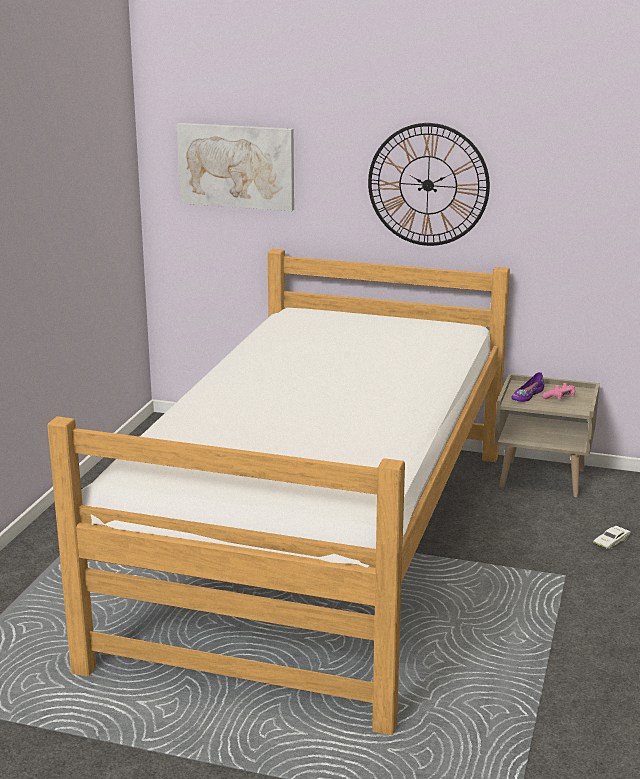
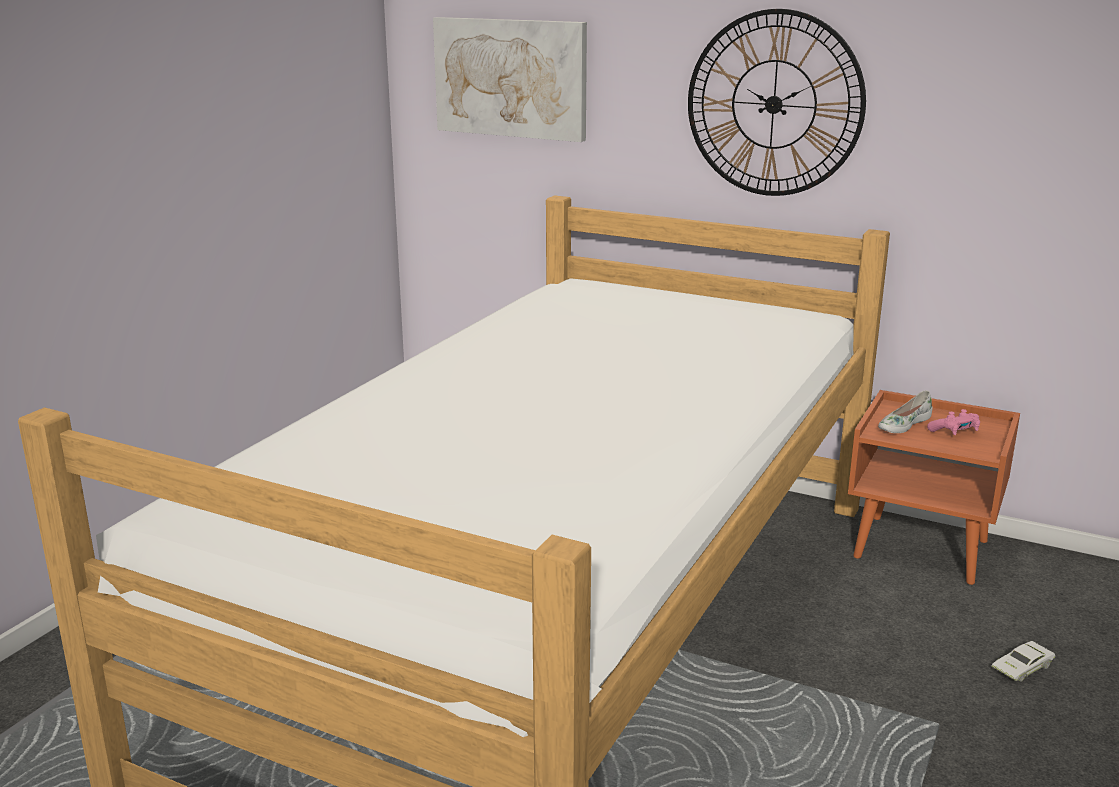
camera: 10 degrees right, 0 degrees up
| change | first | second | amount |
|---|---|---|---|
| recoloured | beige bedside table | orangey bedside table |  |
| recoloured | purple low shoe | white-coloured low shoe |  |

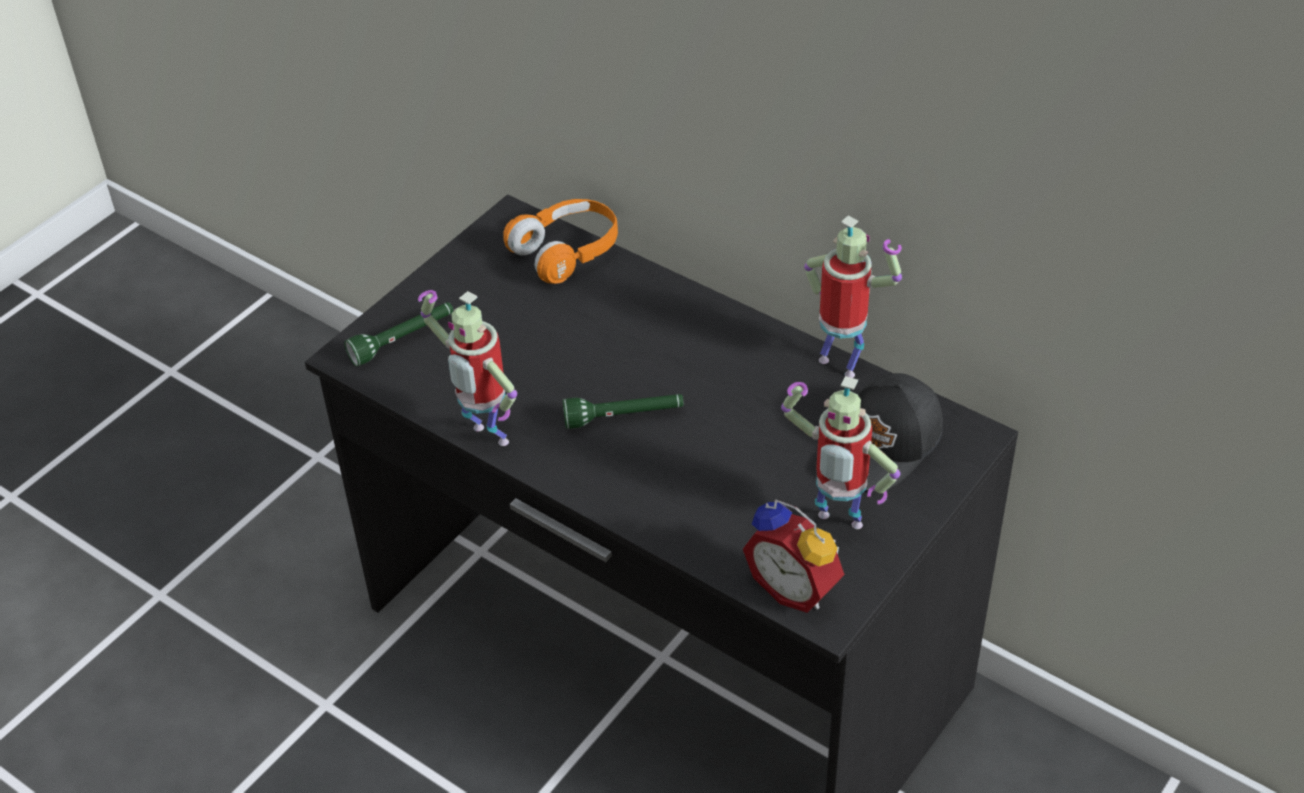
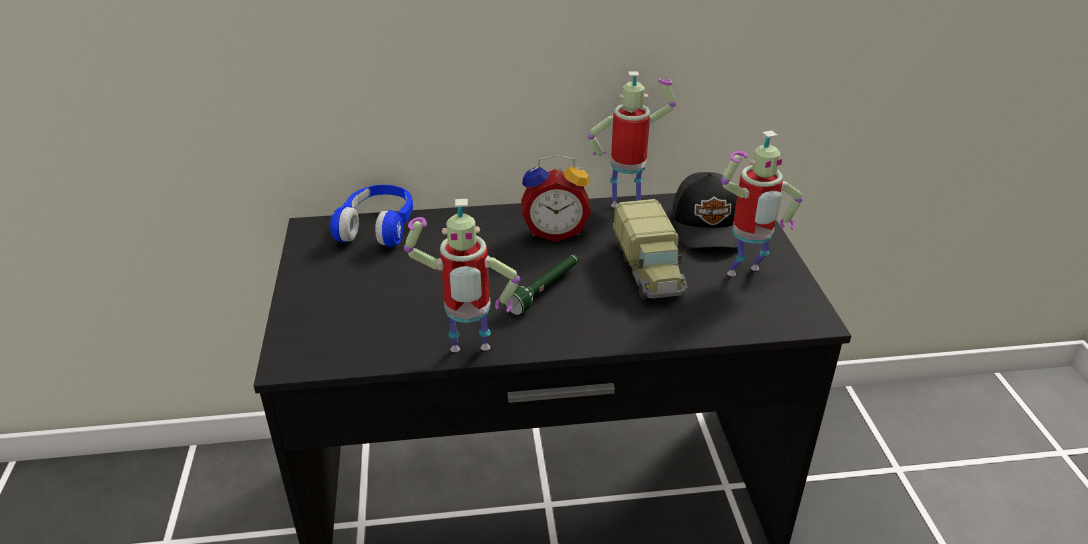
camera: 45 degrees left, 10 degrees down
| change | first | second | amount |
|---|---|---|---|
| removed | green-coloured hand torch (1st from left) |  |  |
| added |  | model truck |  |
| moved | bedside clock |  |  |
| recoloured | orangey pair of headphones | bluish pair of headphones |  |

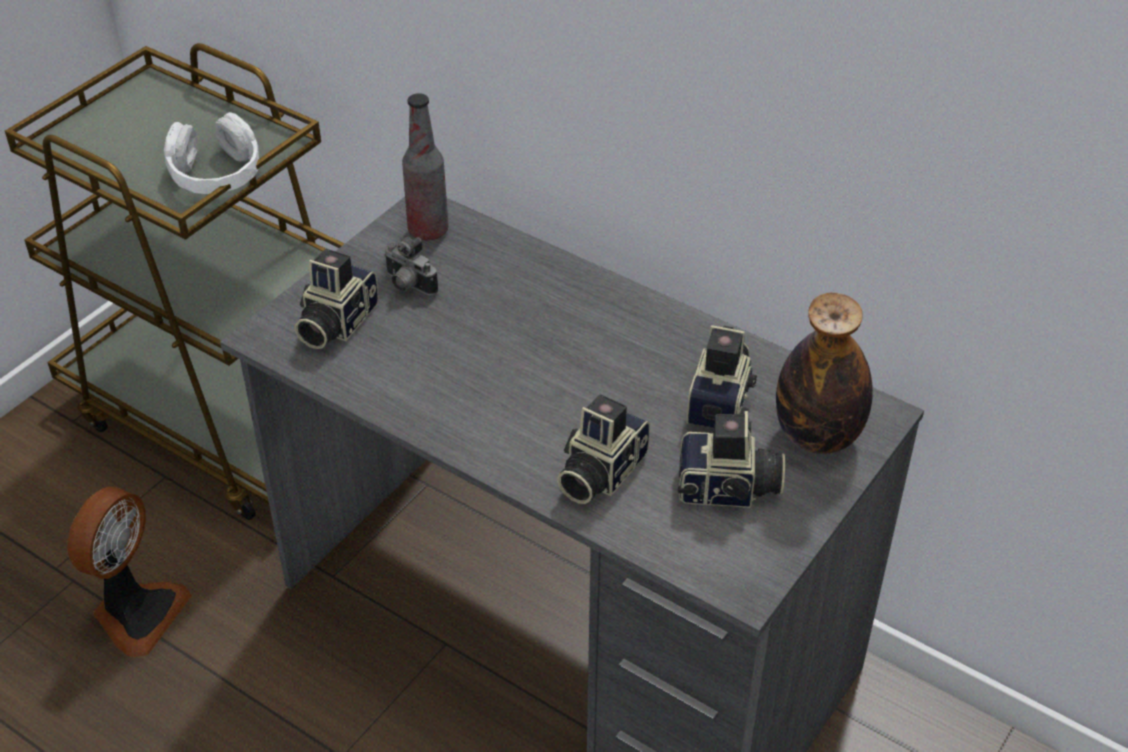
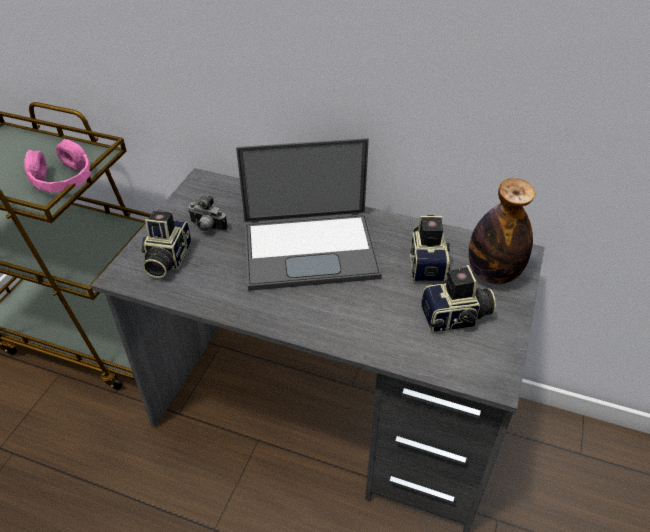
camera: 15 degrees left, 0 degrees up
| change | first | second | amount |
|---|---|---|---|
| removed | electric fan |  |  |
| removed | drink bottle (1st from left) |  |  |
| removed | photo camera (3rd from left) |  |  |
| added |  | notebook computer |  |
| recoloured | white-coloured pair of headphones | pinkish pair of headphones |  |

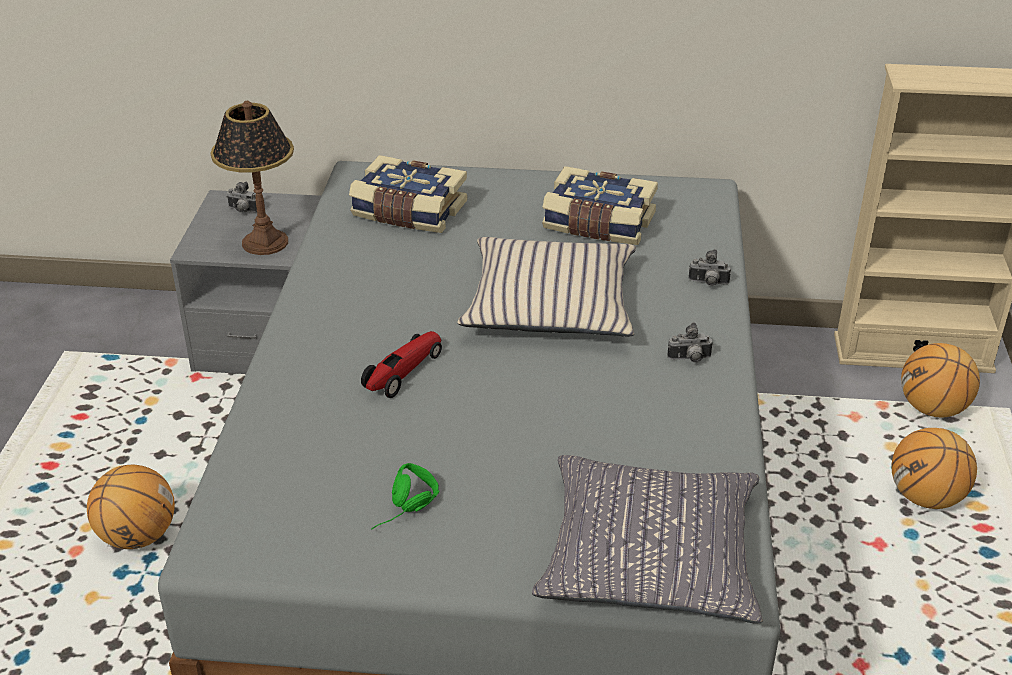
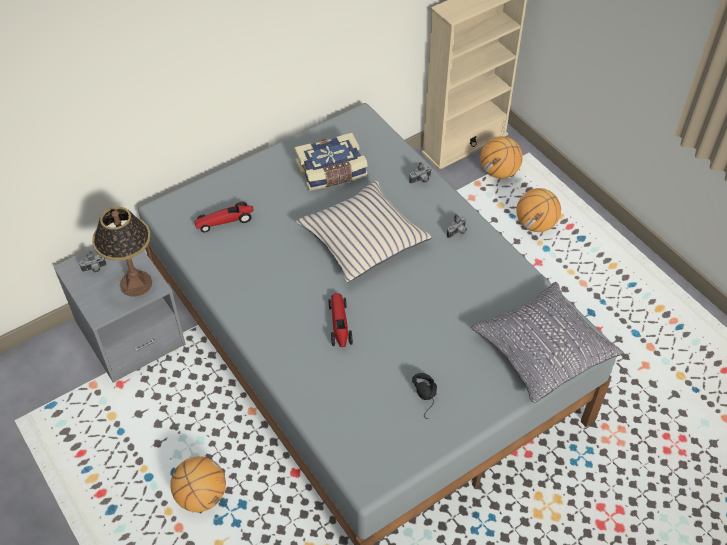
camera: 40 degrees left, 15 degrees up
| change | first | second | amount |
|---|---|---|---|
| replaced | bound book (1st from left) | model car (1st from left) |  |
| recoloured | green-coloured pair of headphones | black pair of headphones |  |

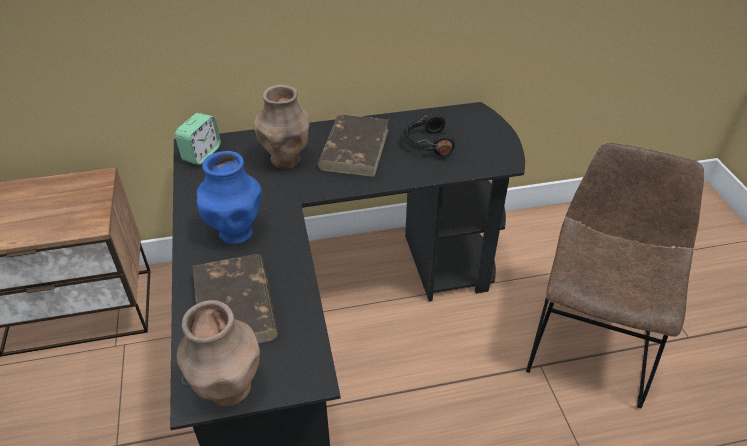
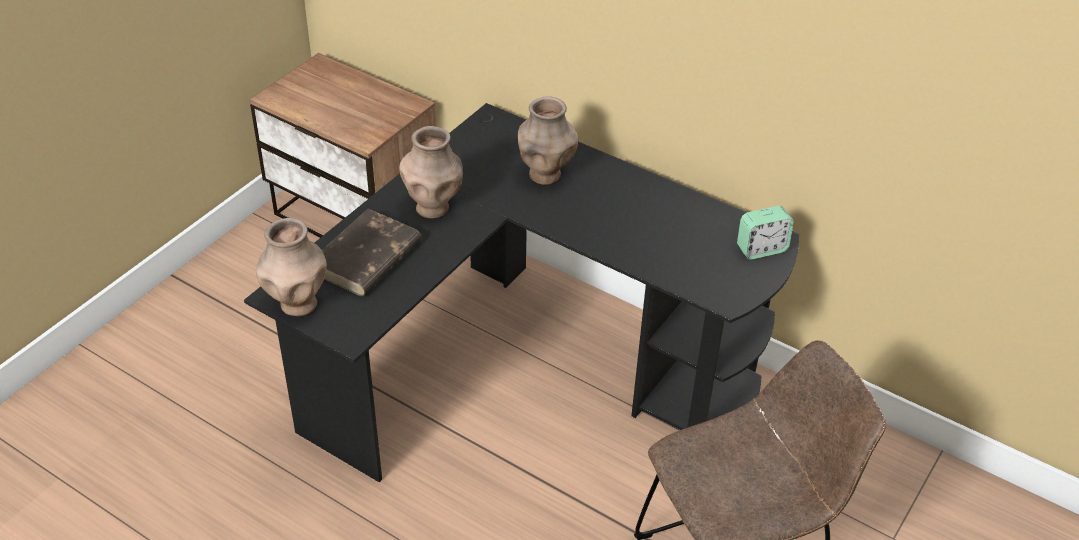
camera: 45 degrees right, 0 degrees up
| change | first | second | amount |
|---|---|---|---|
| removed | brown-coloured bound book (2nd from left) |  |  |
| removed | black pair of headphones |  |  |
| moved | bedside clock |  |  |
| recoloured | bluish flower vase | brown-coloured flower vase (2nd from left) |  |

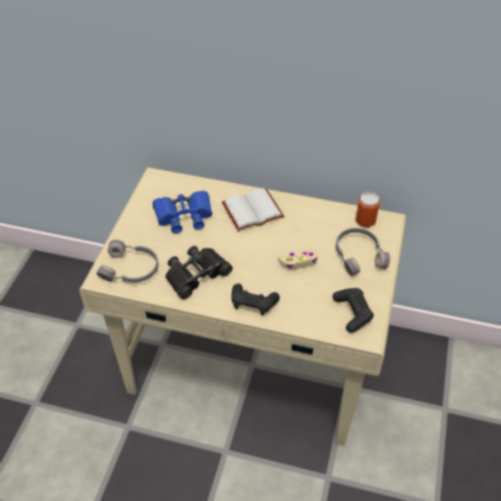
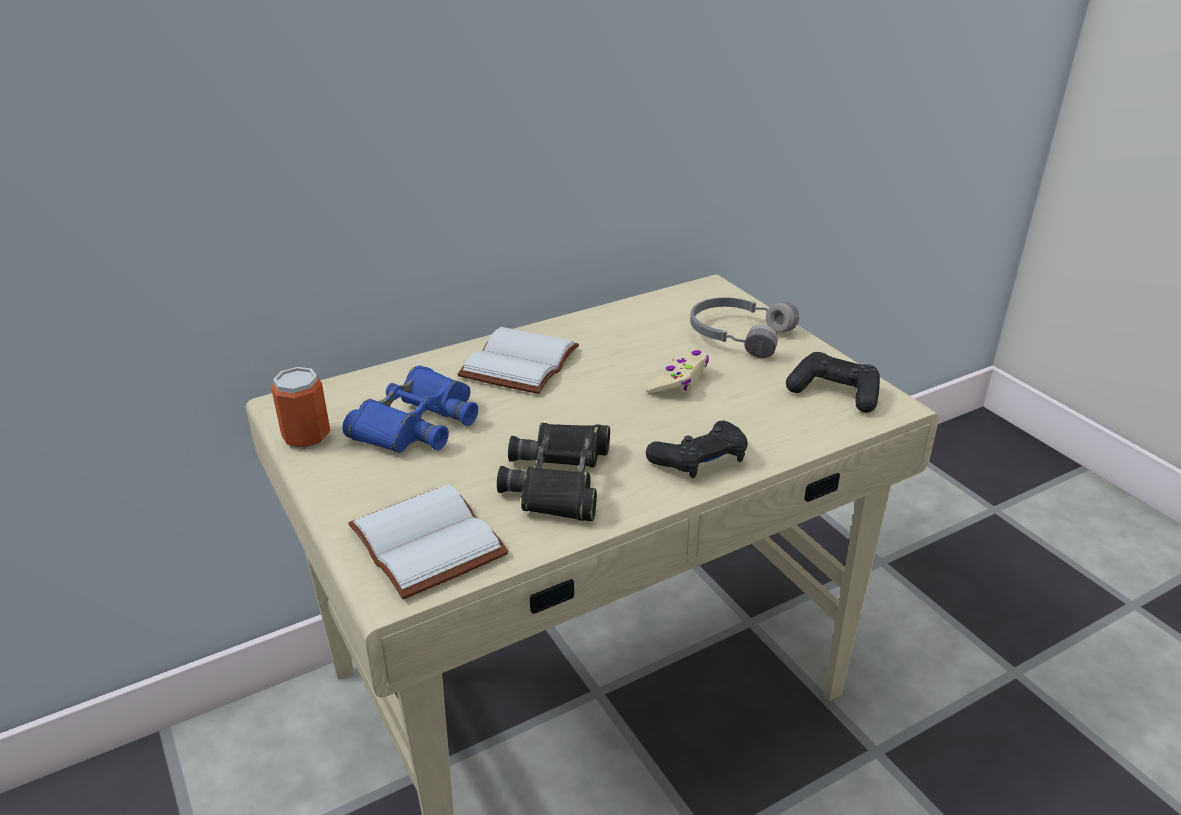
camera: 45 degrees left, 15 degrees down
| change | first | second | amount |
|---|---|---|---|
| moved | metal can |  |  |
| replaced | grey pair of headphones (1st from left) | white-coloured bound book (1st from left) |  |

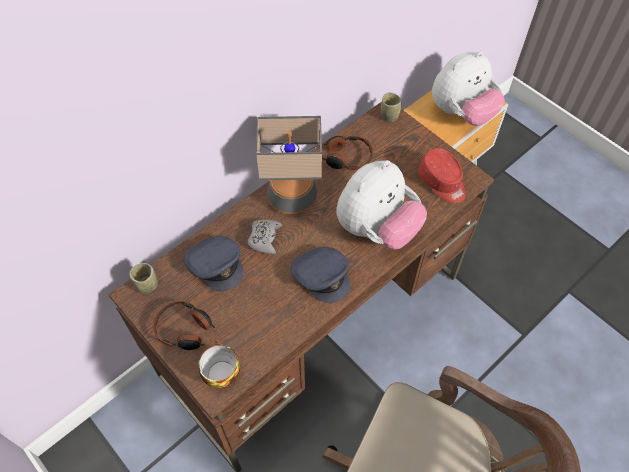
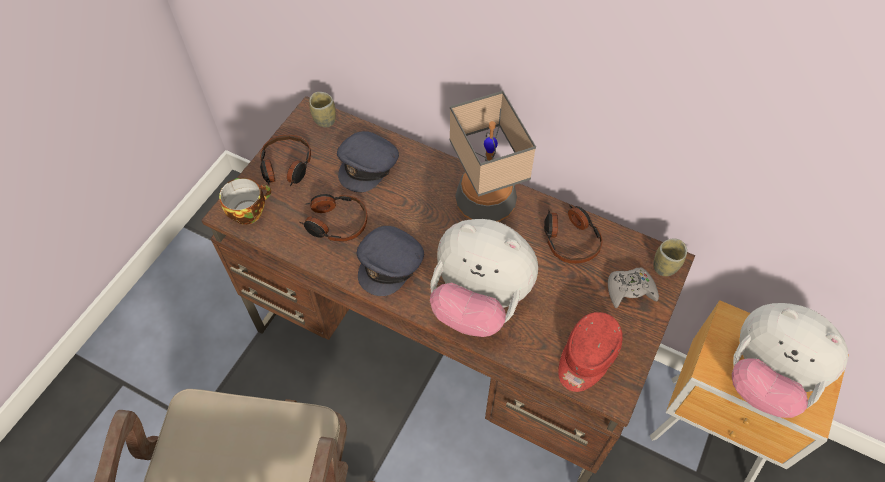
camera: 70 degrees right, 0 degrees up
| change | first | second | amount |
|---|---|---|---|
| added |  | pair of headphones (2nd from left) |  |
| moved | grey joypad |  |  |

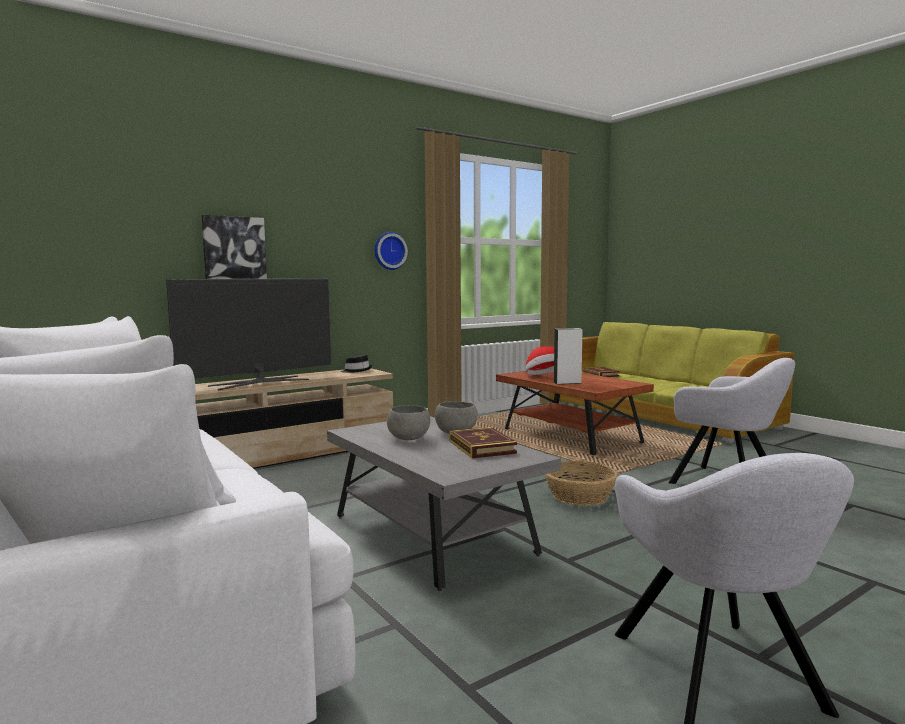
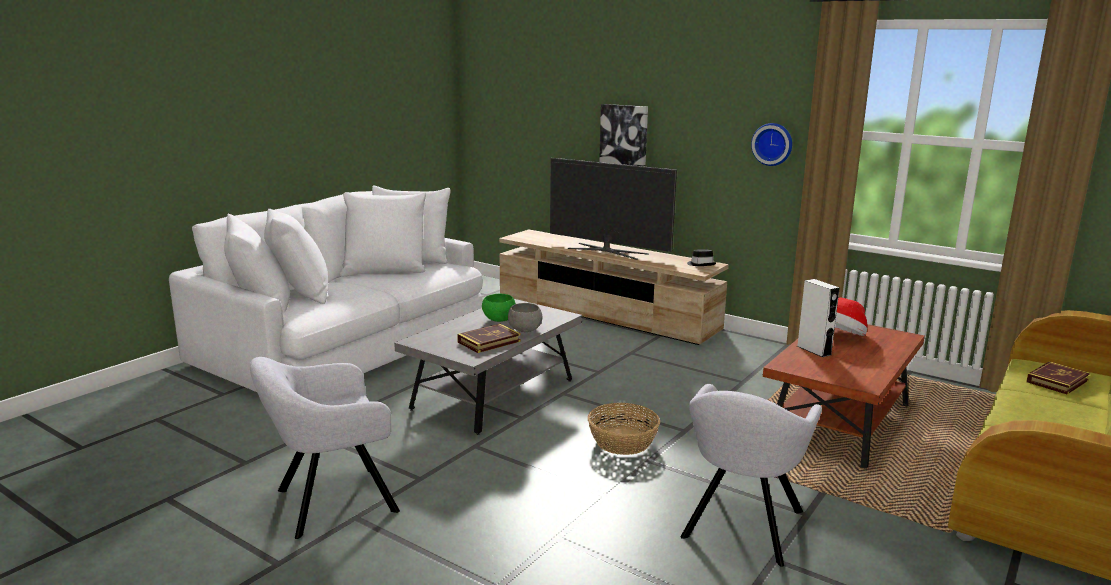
camera: 70 degrees right, 10 degrees up
| change | first | second | amount |
|---|---|---|---|
| recoloured | grey bowl (1st from left) | green-coloured bowl |  |

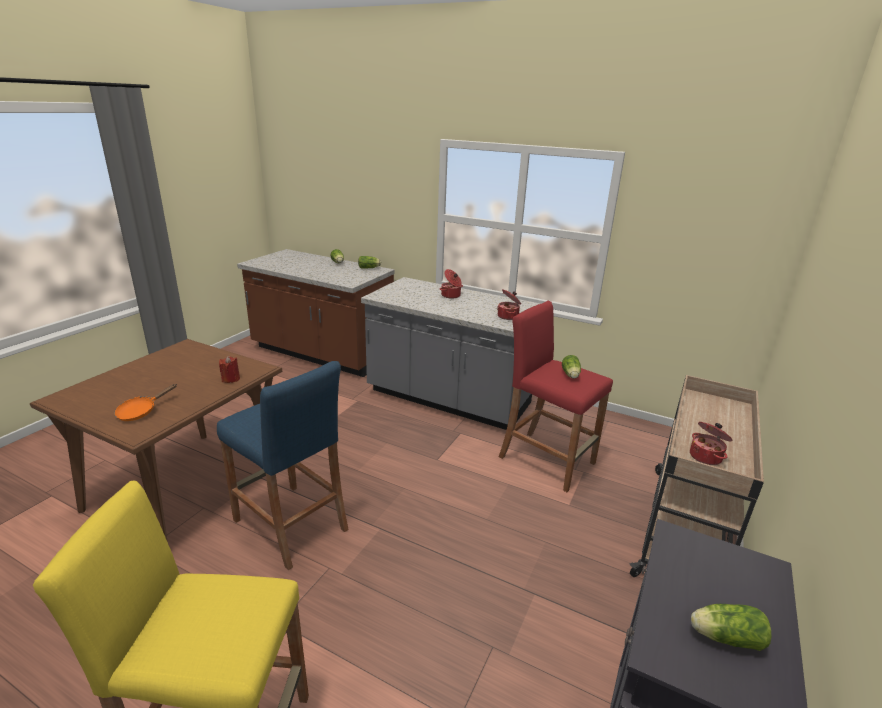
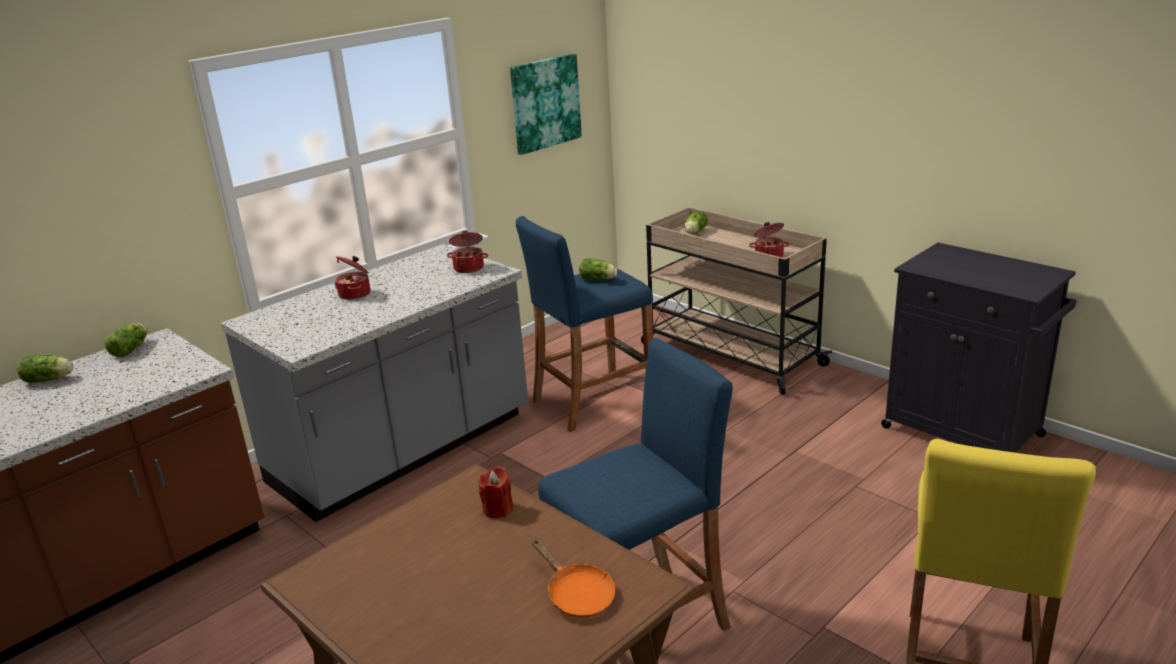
camera: 70 degrees left, 0 degrees up
| change | first | second | amount |
|---|---|---|---|
| added |  | wall picture |  |
| moved | lettuce (4th from left) |  |  |
| recoloured | reddish stool seat | bluish stool seat (1st from left) |  |

